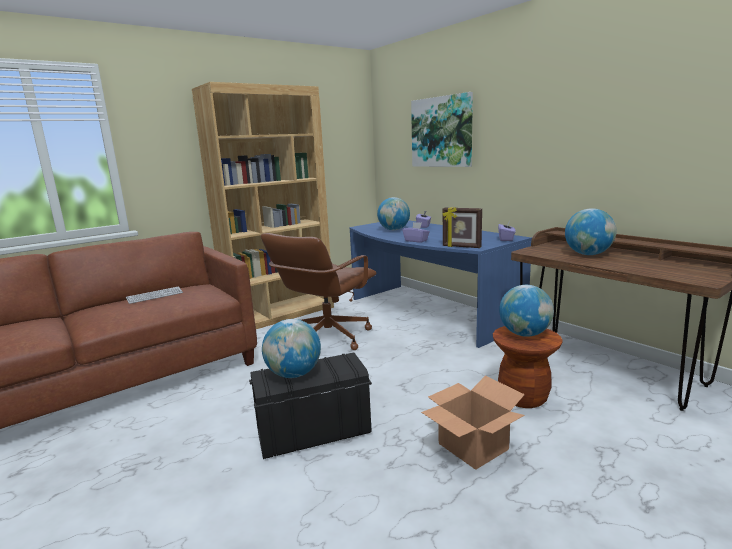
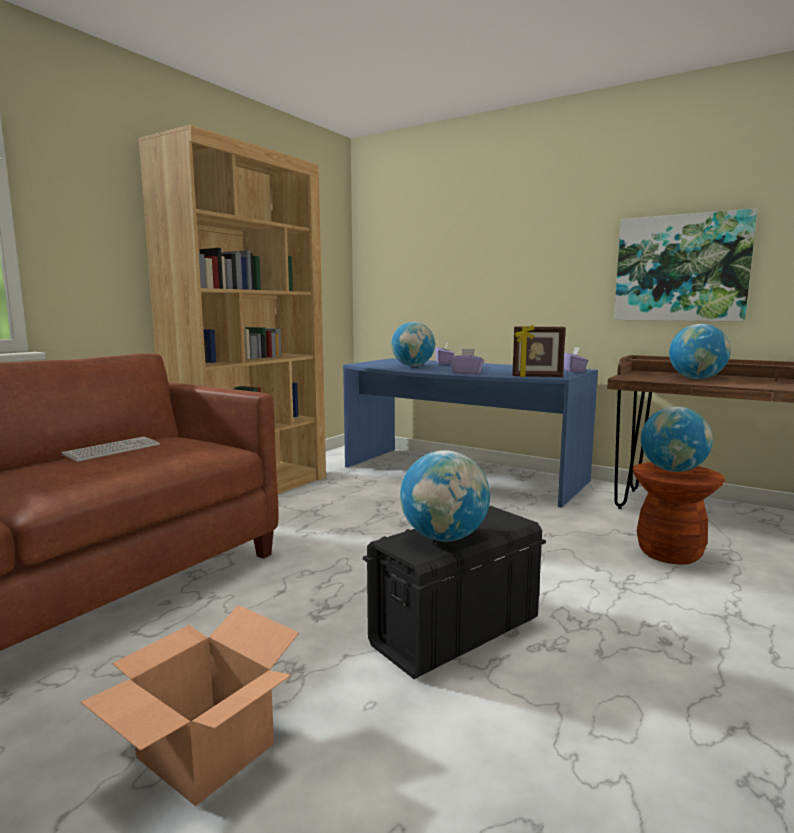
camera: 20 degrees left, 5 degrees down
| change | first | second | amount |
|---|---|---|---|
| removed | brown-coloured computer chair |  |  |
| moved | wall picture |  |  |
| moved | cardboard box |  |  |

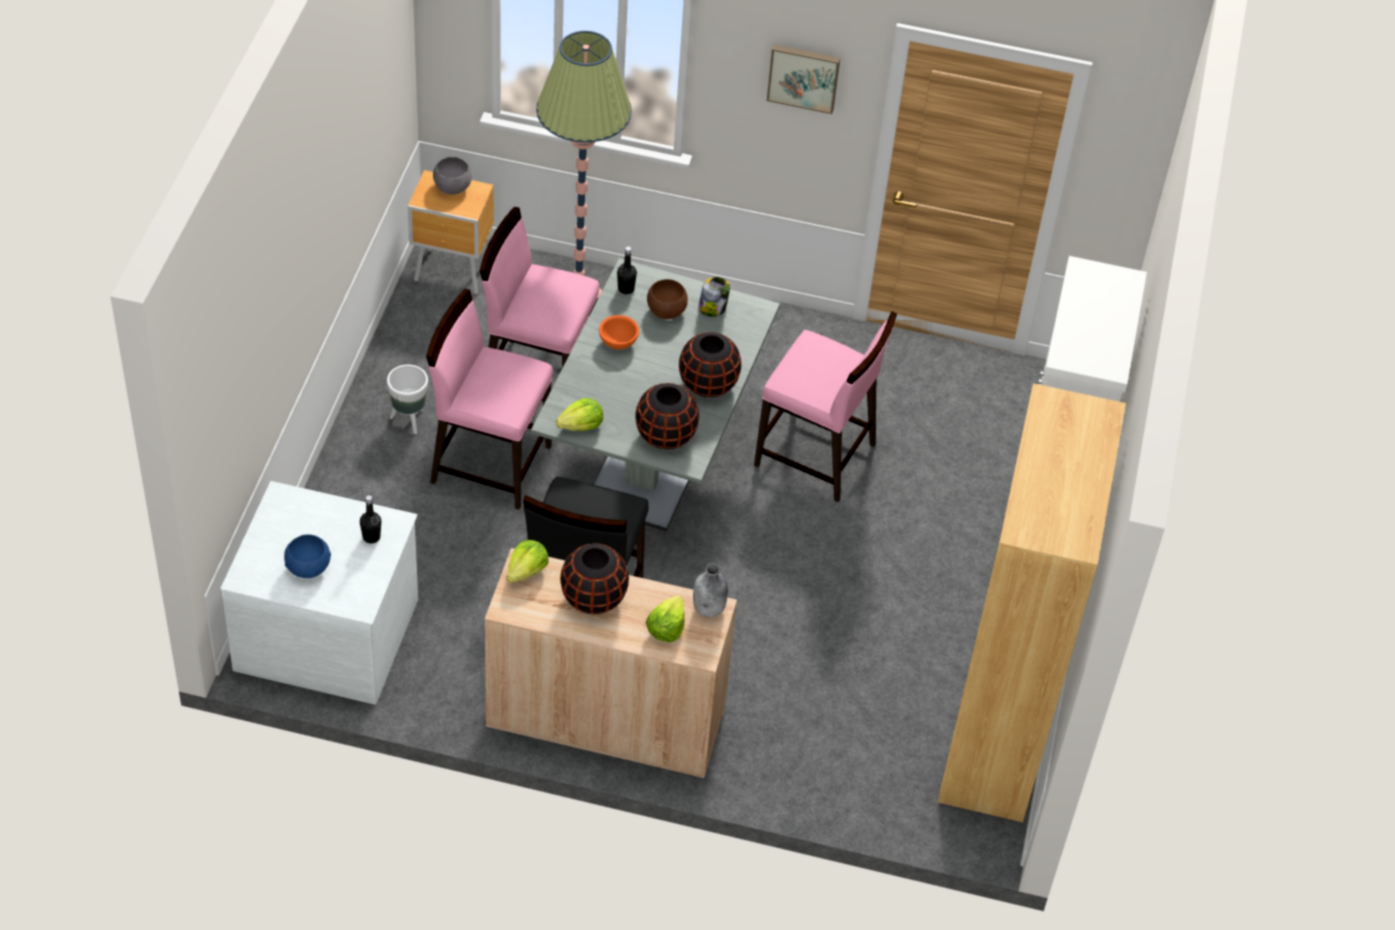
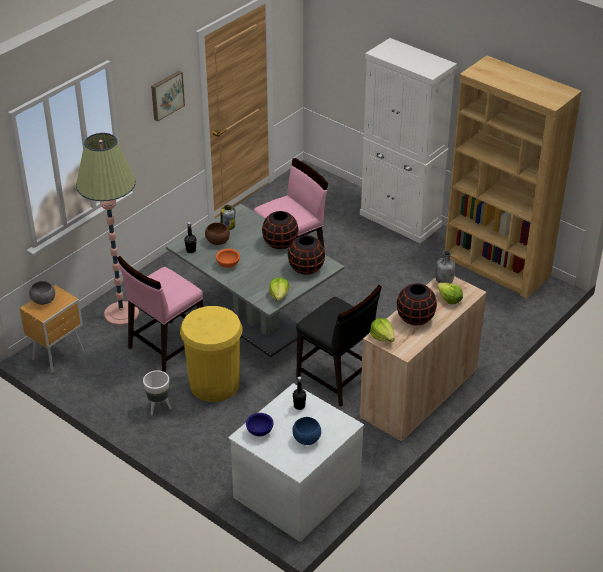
camera: 60 degrees left, 10 degrees down
| change | first | second | amount |
|---|---|---|---|
| added |  | bluish bowl (1st from left) |  |
| replaced | pinkish upright chair (1st from left) | yellowish rubbish bin |  |

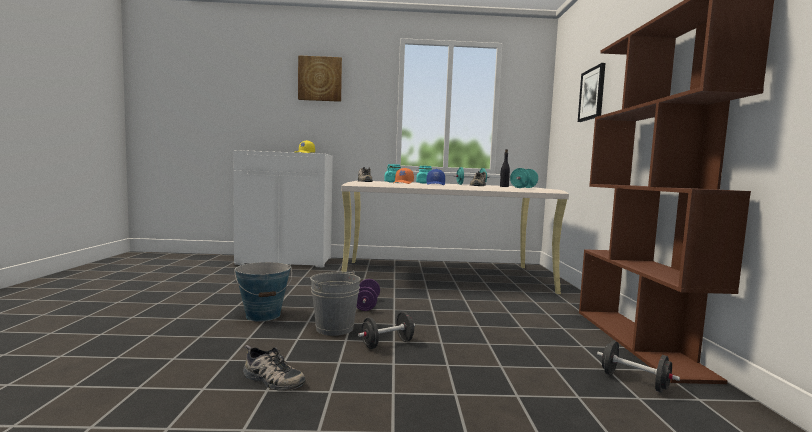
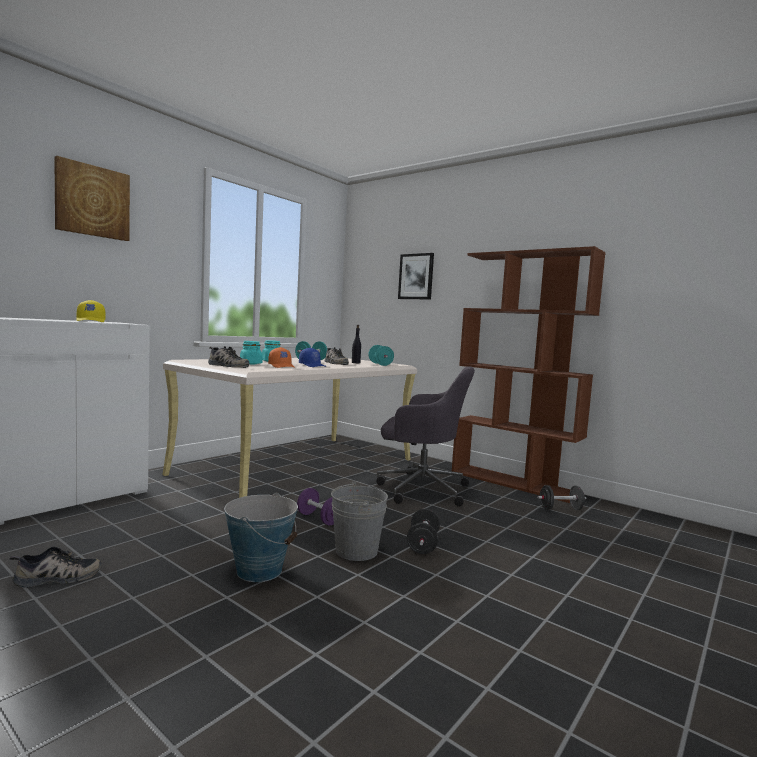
camera: 50 degrees left, 0 degrees up
| change | first | second | amount |
|---|---|---|---|
| added |  | grey computer chair |  |
| moved | low shoe (1st from left) |  |  |

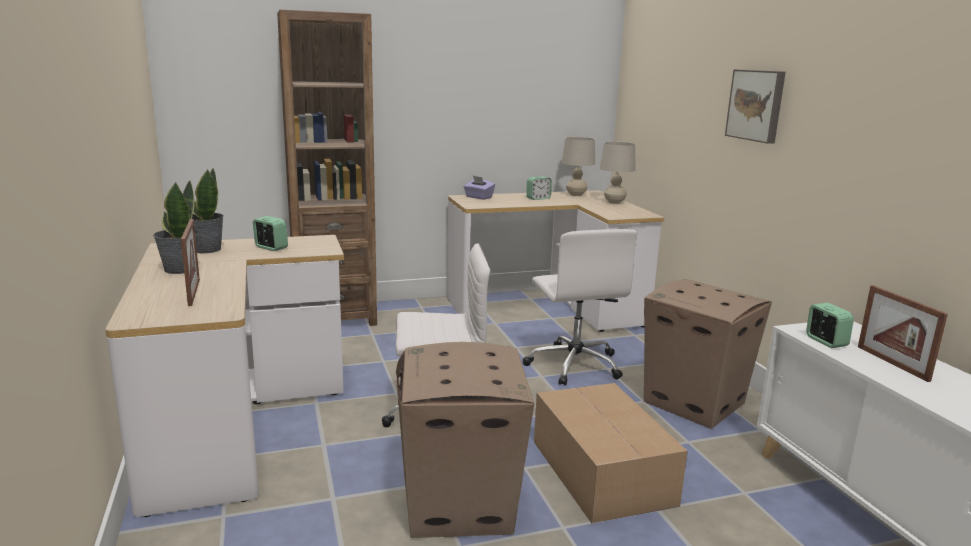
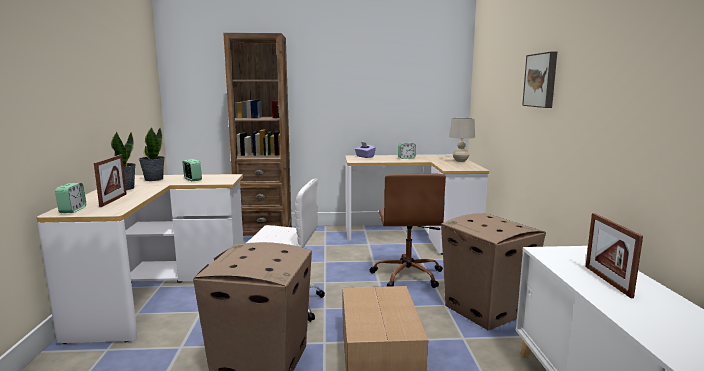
camera: 15 degrees right, 5 degrees down
| change | first | second | amount |
|---|---|---|---|
| removed | beige tabletop lamp (1st from left) |  |  |
| moved | bedside clock (3rd from left in the first image) | bedside clock (1st from left) |  |
| recoloured | white-coloured computer chair (2nd from left) | brown-coloured computer chair |  |

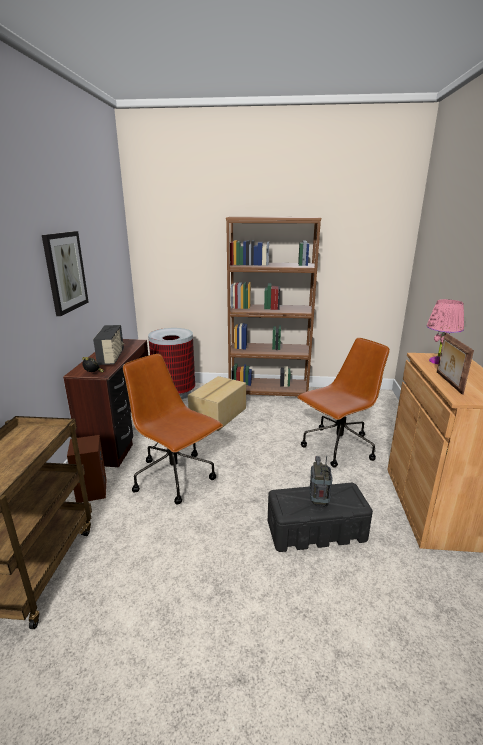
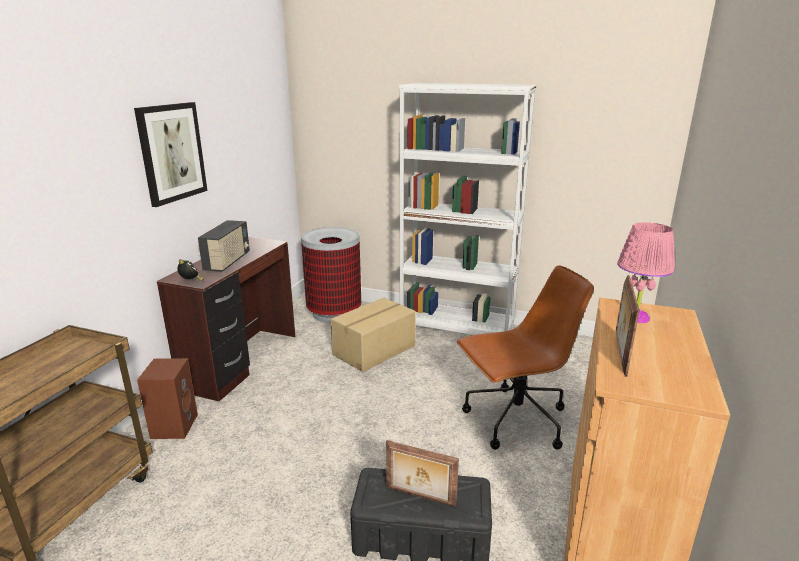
camera: 15 degrees right, 0 degrees up
| change | first | second | amount |
|---|---|---|---|
| removed | brown-coloured computer chair (1st from left) |  |  |
| replaced | radio set (2nd from left) | standing frame (1st from left) |  |
| recoloured | brown-coloured bookcase | white-coloured bookcase |  |

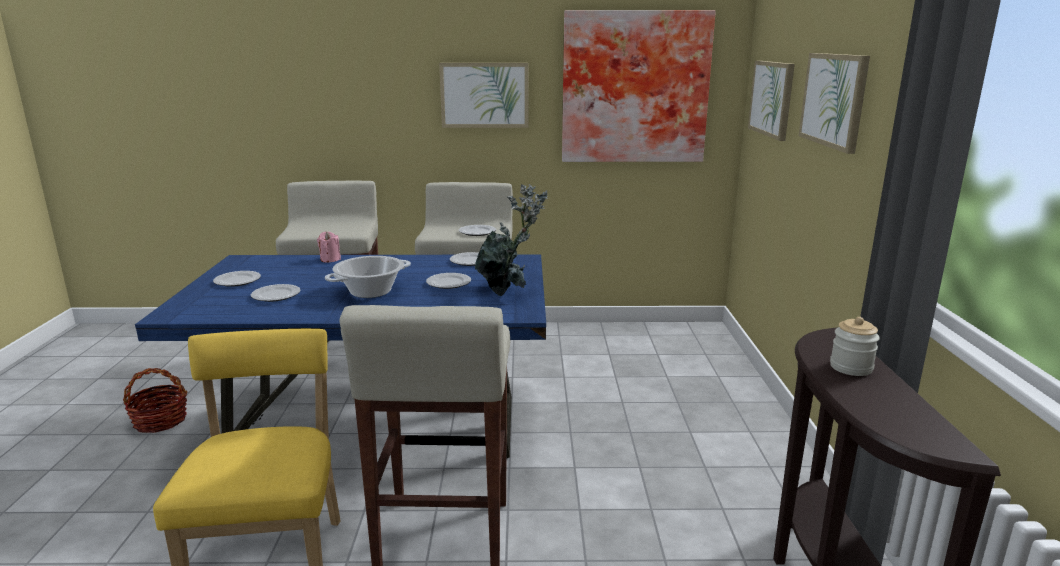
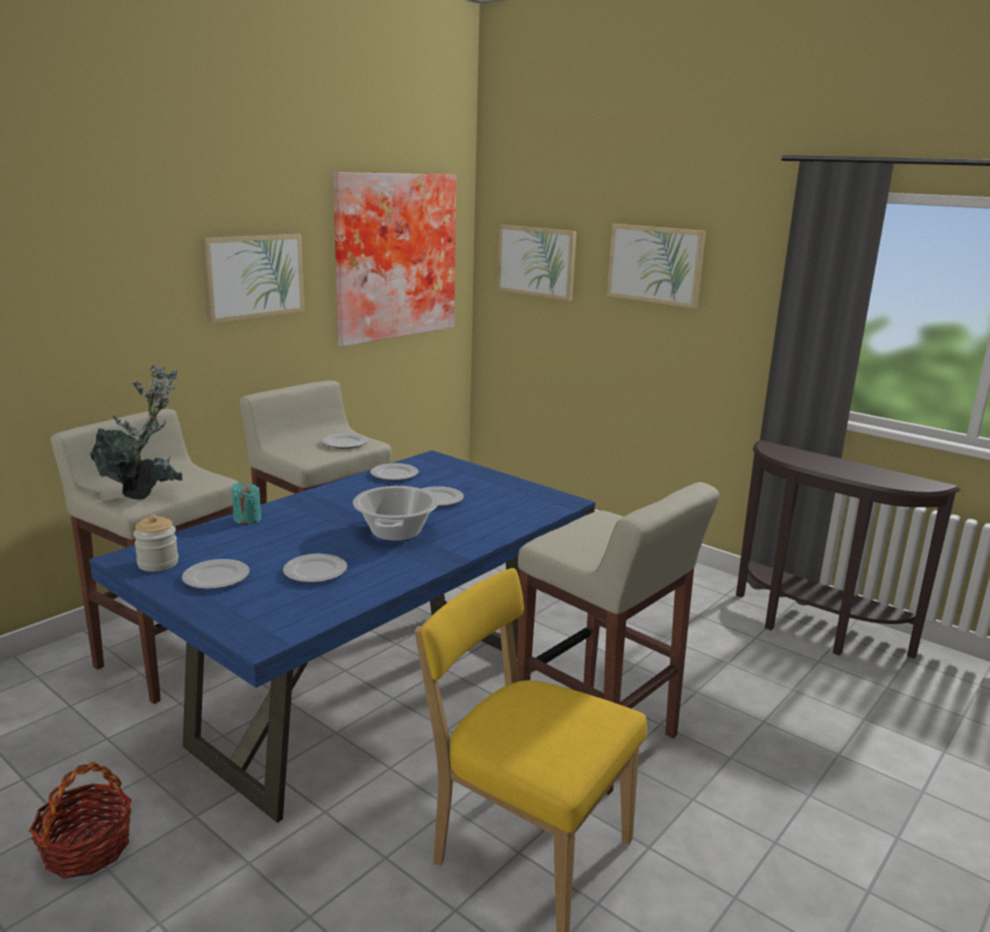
camera: 50 degrees left, 0 degrees up
| change | first | second | amount |
|---|---|---|---|
| moved | plant in a pot |  |  |
| moved | storage jar |  |  |
| recoloured | pinkish wax light | blue-green wax light |  |

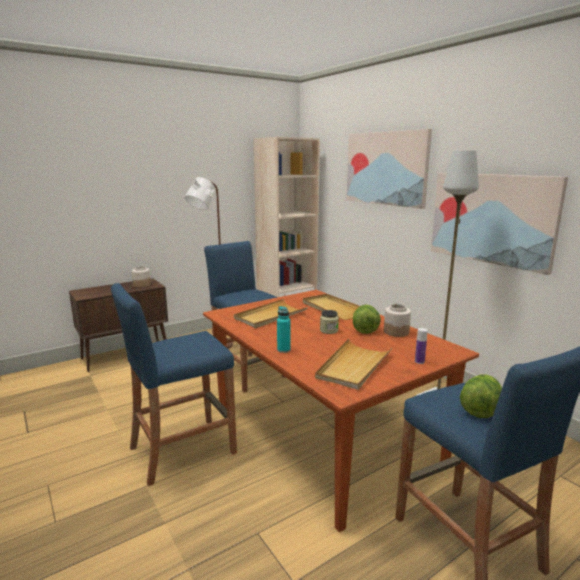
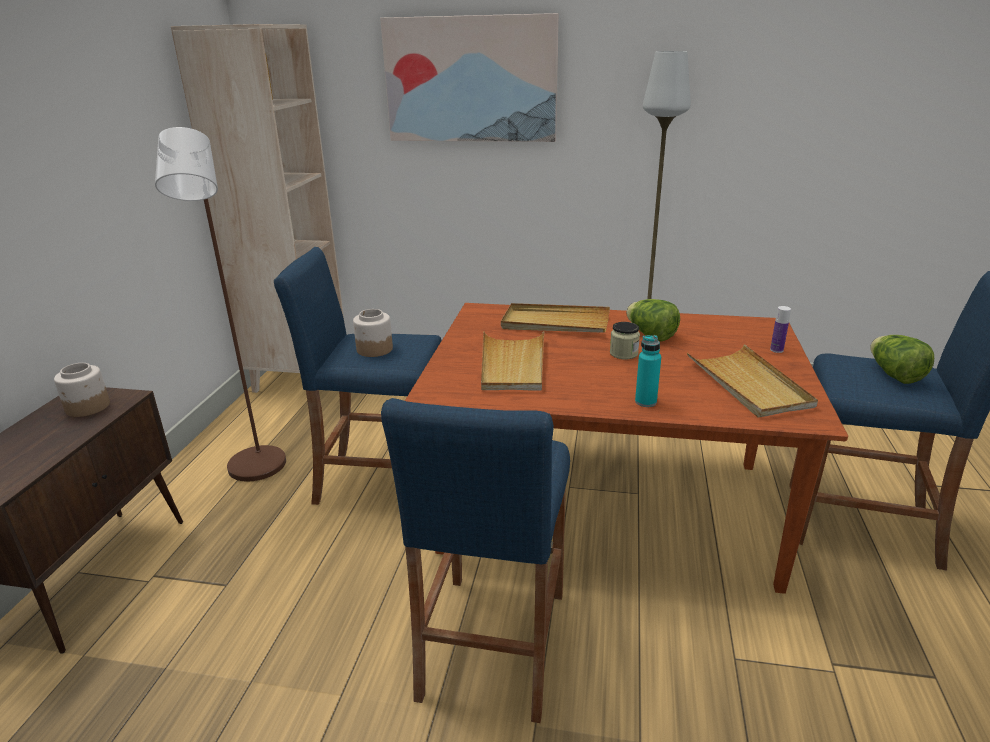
camera: 45 degrees left, 10 degrees up
| change | first | second | amount |
|---|---|---|---|
| removed | wall picture (2nd from left) |  |  |
| moved | storage jar (3rd from left in the first image) | storage jar (2nd from left) |  |

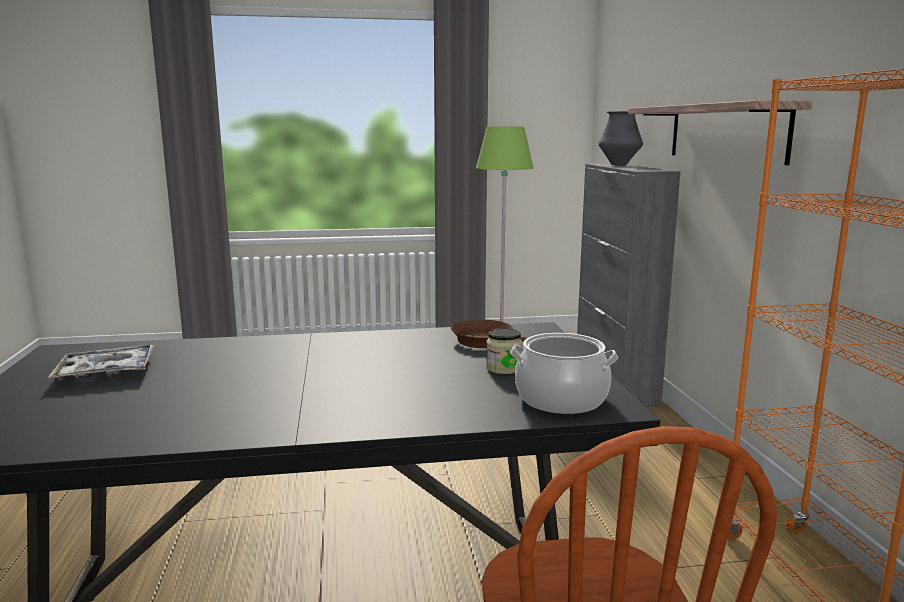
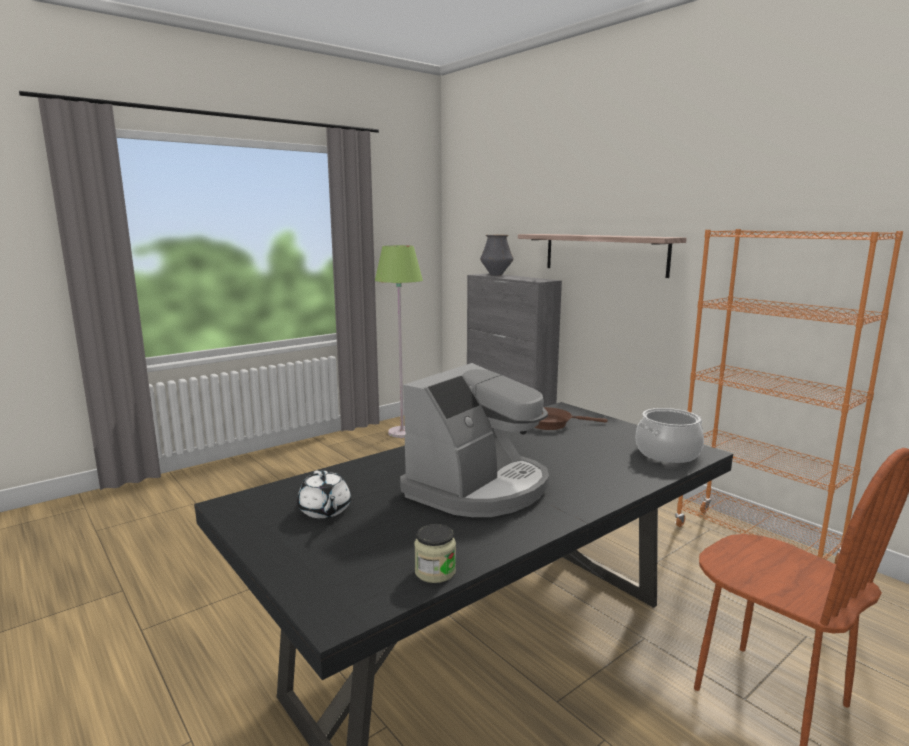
camera: 30 degrees left, 0 degrees up
| change | first | second | amount |
|---|---|---|---|
| added |  | coffee brewer |  |
| moved | storage jar |  |  |
| replaced | carrying tray | white-coloured tea pot |  |

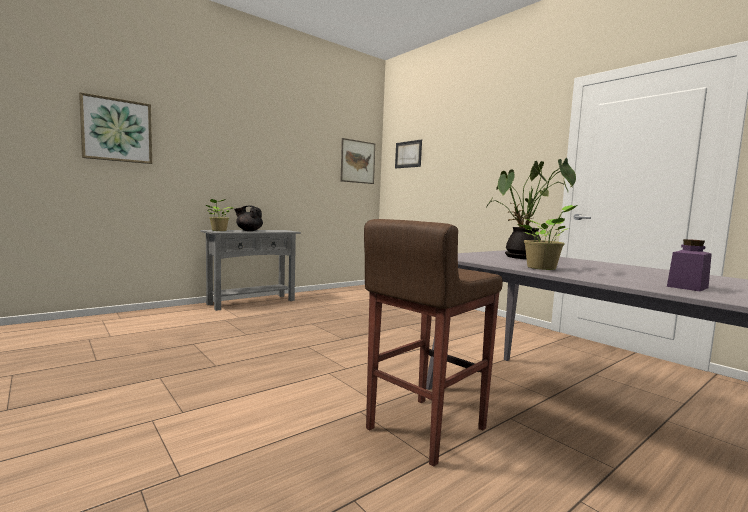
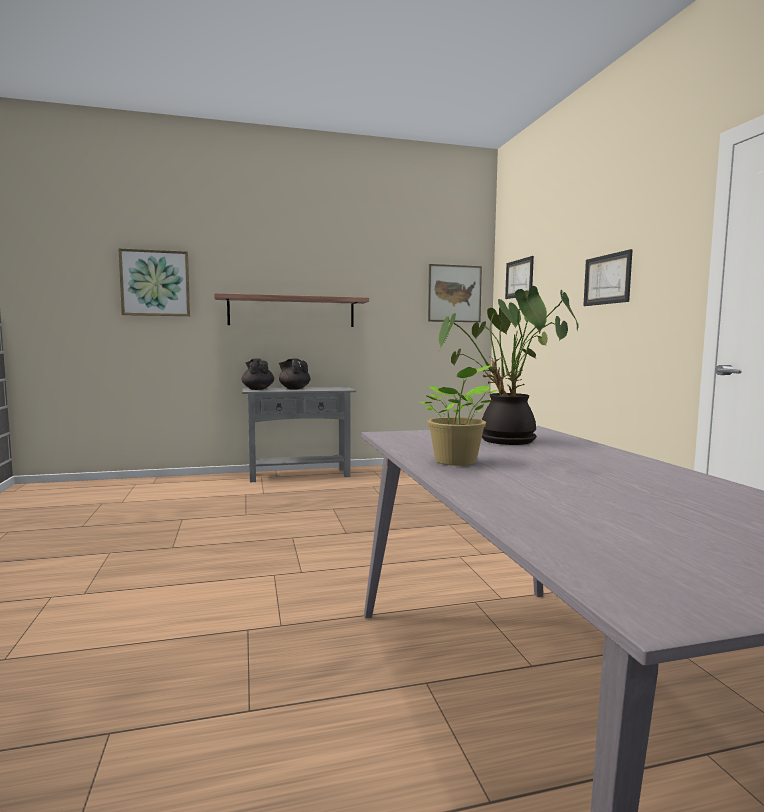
camera: 25 degrees right, 0 degrees up
| change | first | second | amount |
|---|---|---|---|
| removed | brown-coloured stool seat |  |  |
| removed | purple storage jar |  |  |
| added |  | bracket shelf |  |
| added |  | wall picture (4th from left) |  |
| replaced | plant in a pot (1st from left) | black tea pot (1st from left) |  |

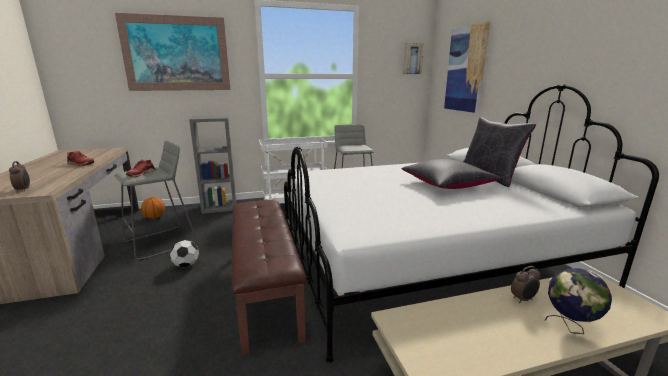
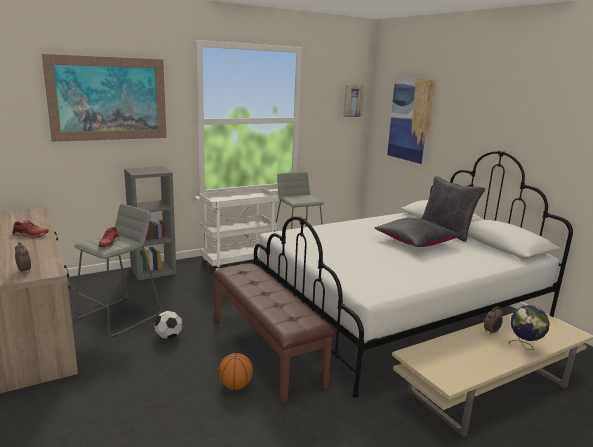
camera: 15 degrees left, 0 degrees up
| change | first | second | amount |
|---|---|---|---|
| moved | basketball |  |  |

